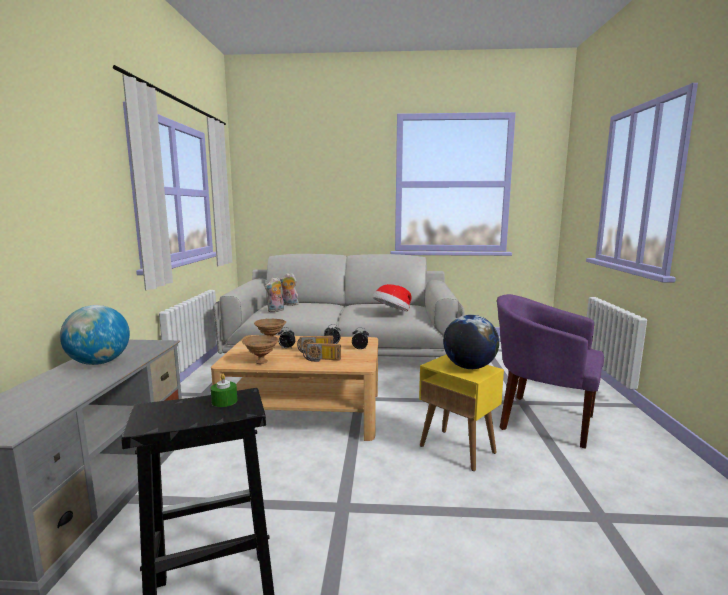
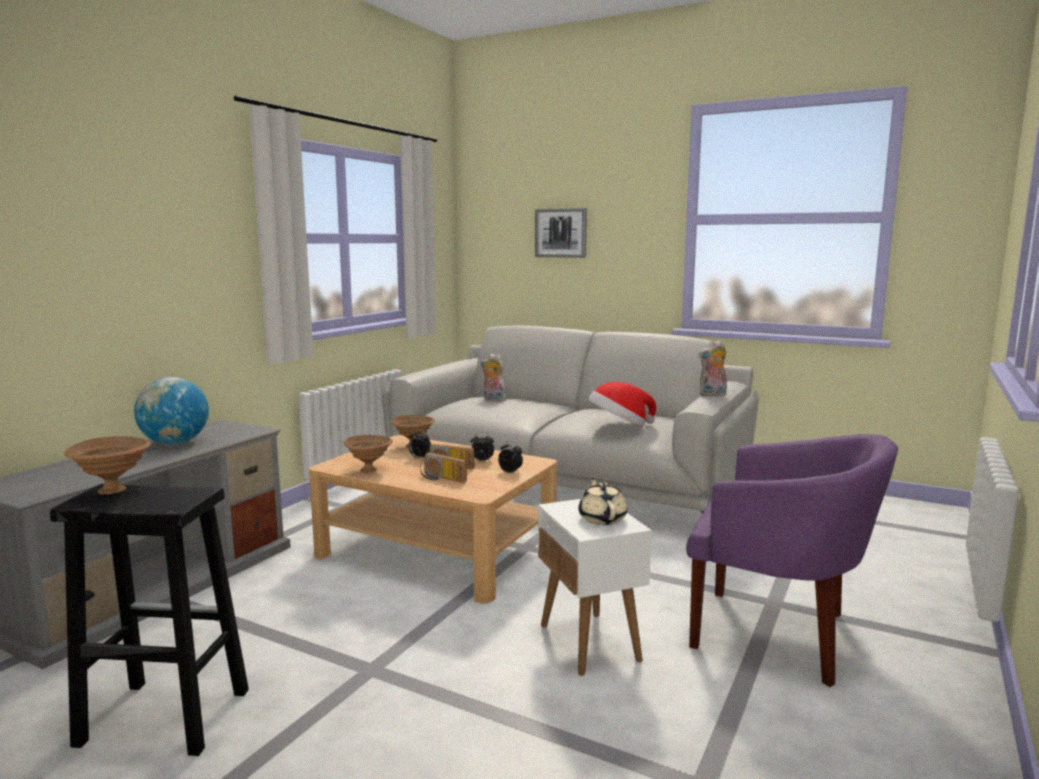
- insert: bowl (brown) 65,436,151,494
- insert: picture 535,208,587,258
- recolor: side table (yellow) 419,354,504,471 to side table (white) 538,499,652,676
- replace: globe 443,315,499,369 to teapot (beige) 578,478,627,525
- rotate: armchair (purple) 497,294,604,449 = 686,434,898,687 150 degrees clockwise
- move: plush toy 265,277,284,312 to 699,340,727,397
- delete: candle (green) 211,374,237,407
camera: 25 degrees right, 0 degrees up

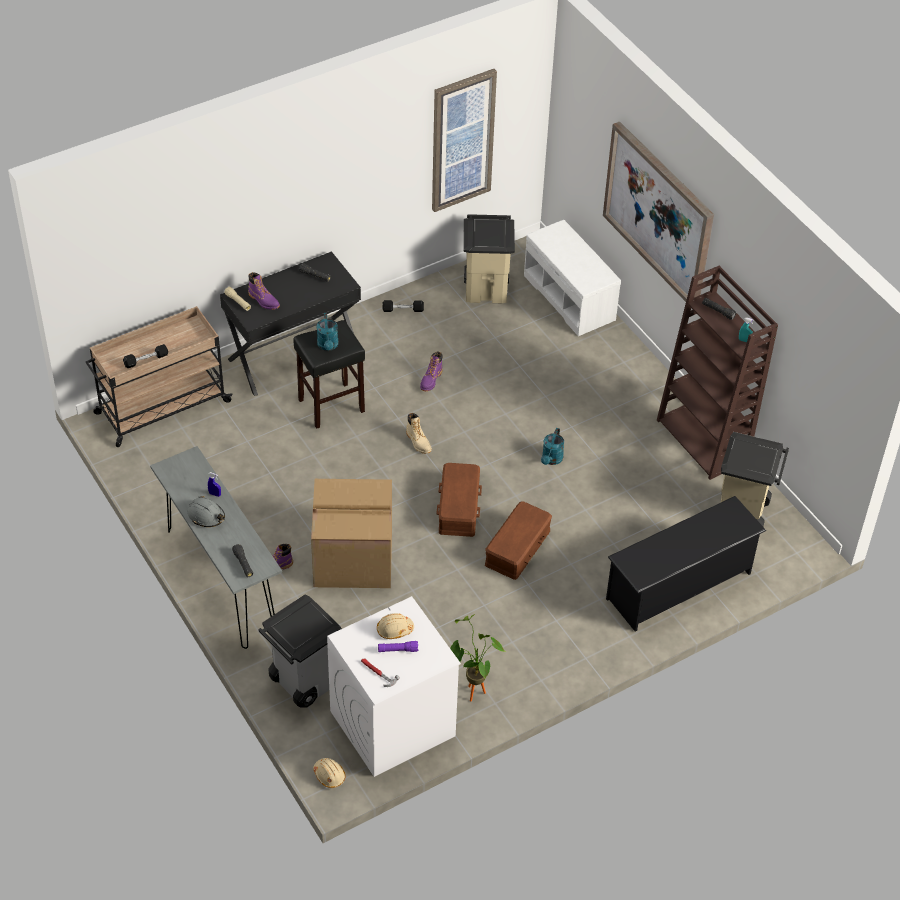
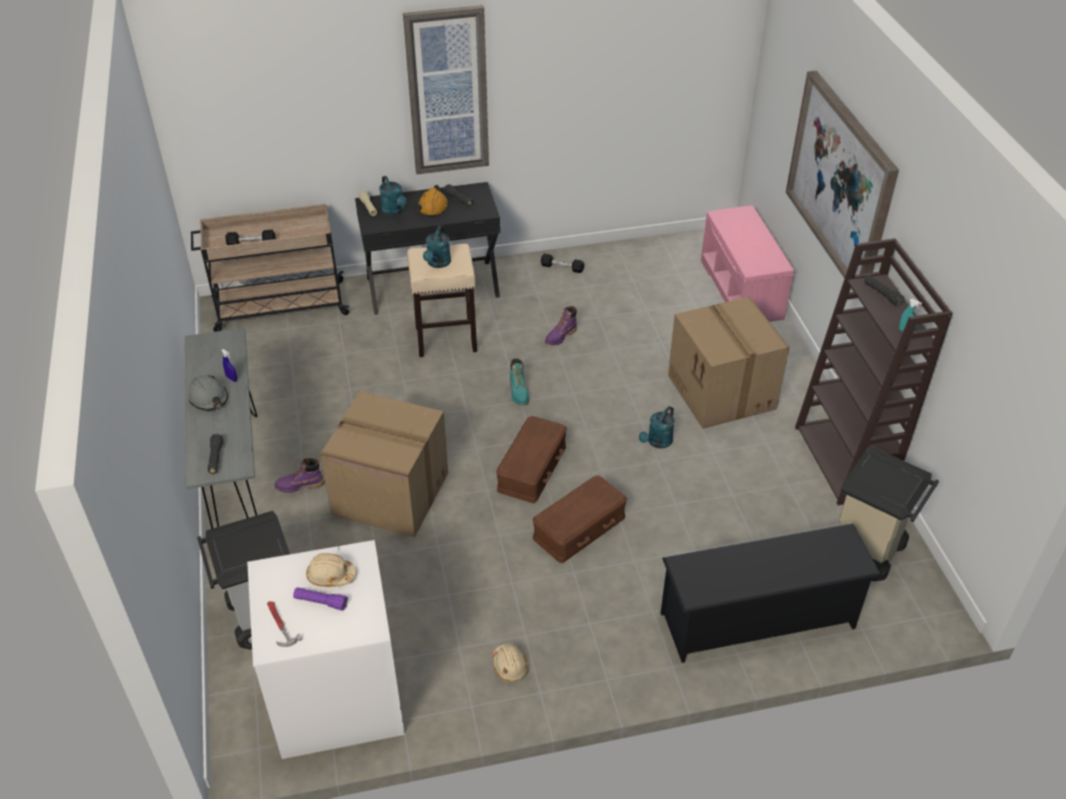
- replace: boot (purple) 248,272,280,310 to watering can (turquoise) 379,176,407,215
- move: picture 432,69,497,212 to 403,5,489,174
- recolor: stool (black) 293,320,365,429 to stool (beige) 407,244,477,357
- insert: hard hat (orange) 417,185,449,217
- move: hard hat (beige) 313,758,345,788 to 493,644,528,682
- recolor: boot (beige) 406,413,432,454 to boot (turquoise) 510,358,529,406
- insert: cardboard box 668,297,790,429
- recolor: bench (white) 524,220,621,336 to bench (pink) 701,206,794,322
- delete: potted plant 450,614,505,701
- delete: trash can (beige) 463,214,515,303
camera: 20 degrees right, 5 degrees down

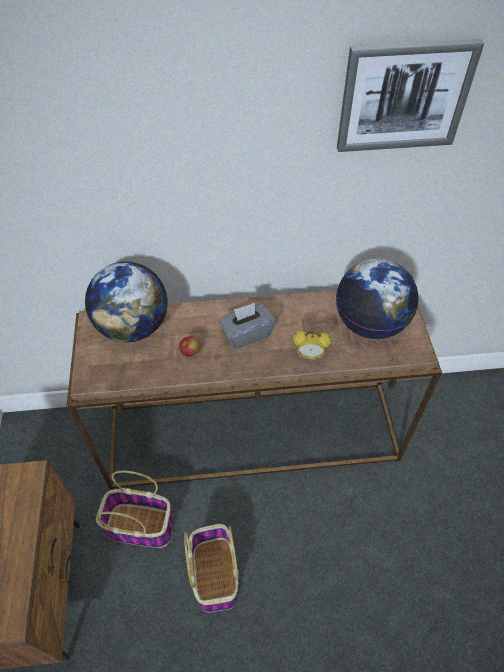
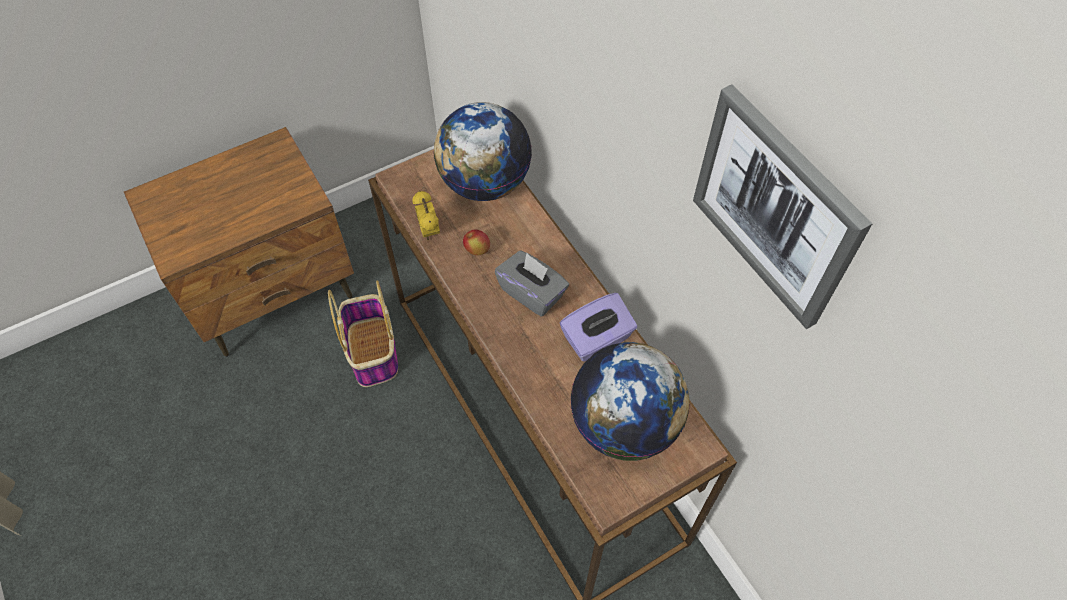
- move: alarm clock 293,331,332,359 to 412,190,440,240
- insert: tissue box (purple) 560,293,637,362
- delete: basket 184,524,239,612
camera: 65 degrees right, 5 degrees up

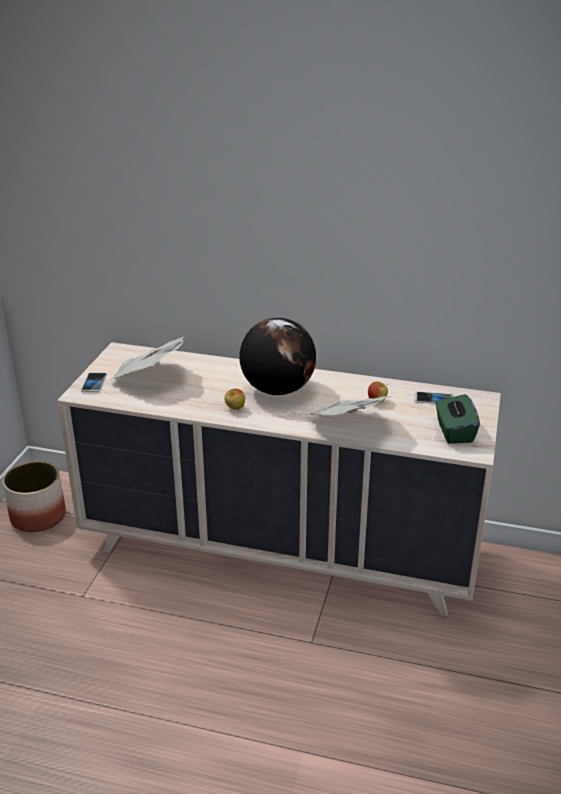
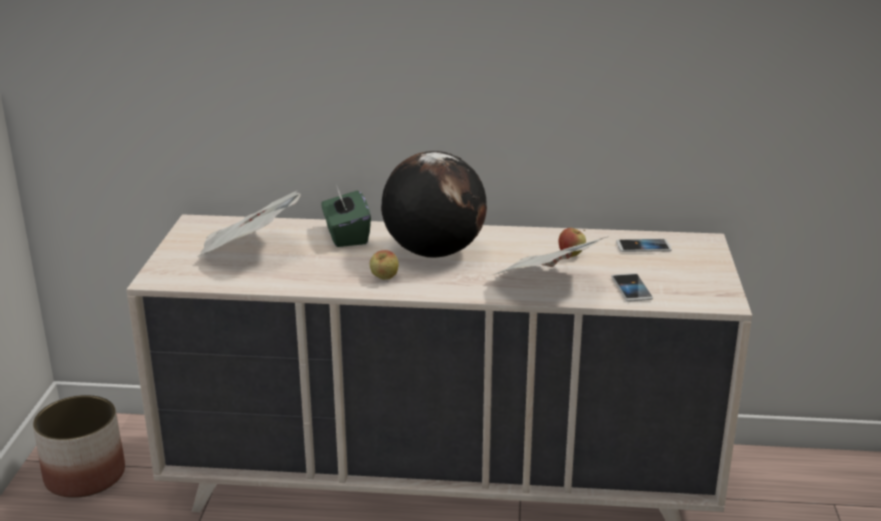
- move: tissue box (green) 435,391,480,443 to 322,184,371,247
- move: phone 81,372,107,392 to 611,273,653,301
camera: 10 degrees left, 5 degrees down

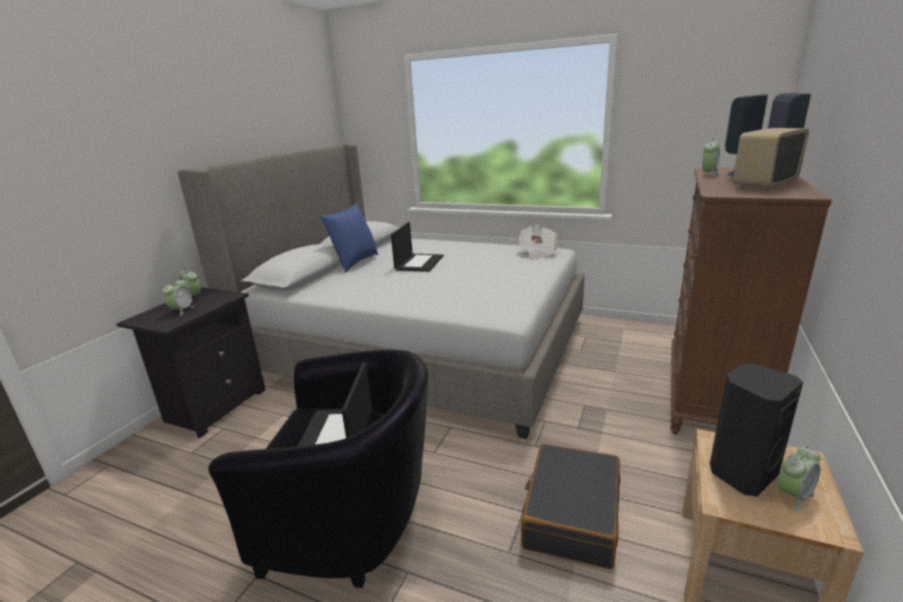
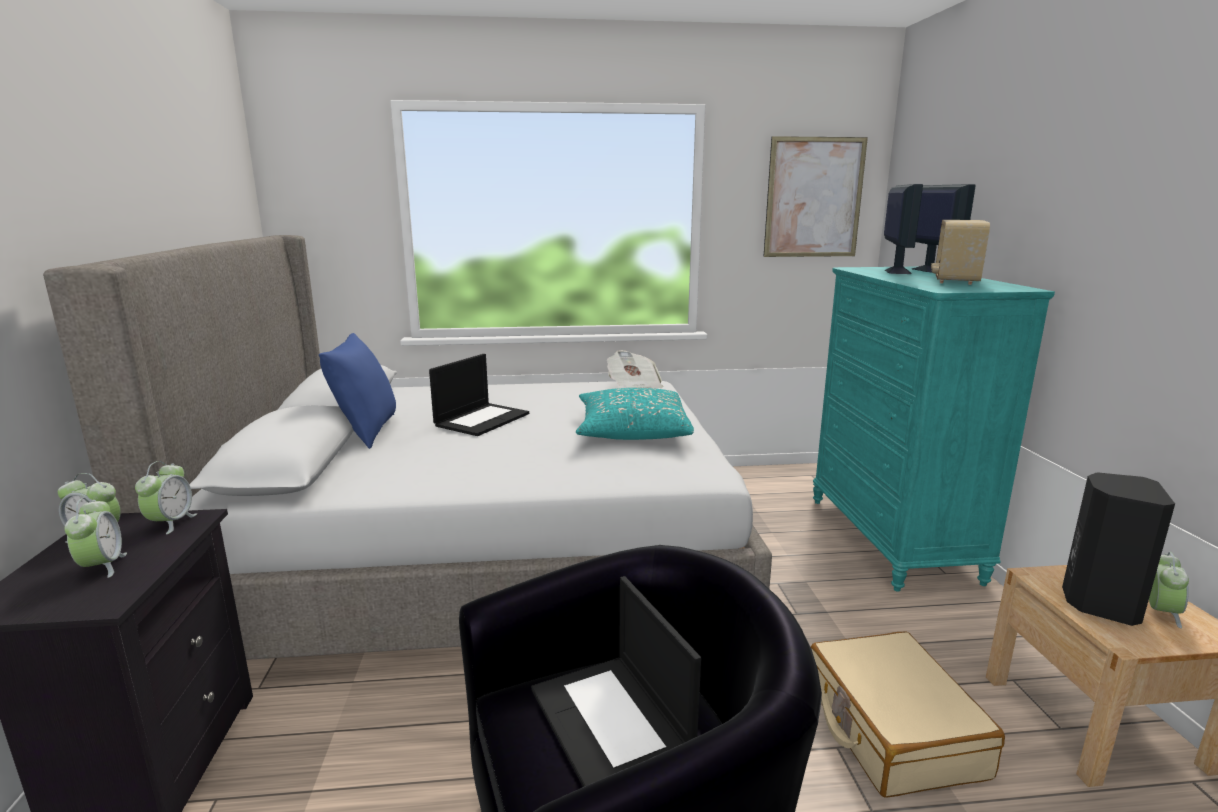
- move: alarm clock 702,137,720,177 to 135,461,197,534
- rotate: laptop 391,222,444,272 = 429,354,529,436 45 degrees clockwise
- insert: pillow (turquoise) 576,388,694,440
- insert: picture 763,136,868,257
- recolor: suitcase (black) 521,444,620,569 to suitcase (beige) 811,631,1005,798
- recolor: dresser (brown) 670,168,832,434 to dresser (turquoise) 813,267,1055,592
camera: 30 degrees left, 5 degrees down

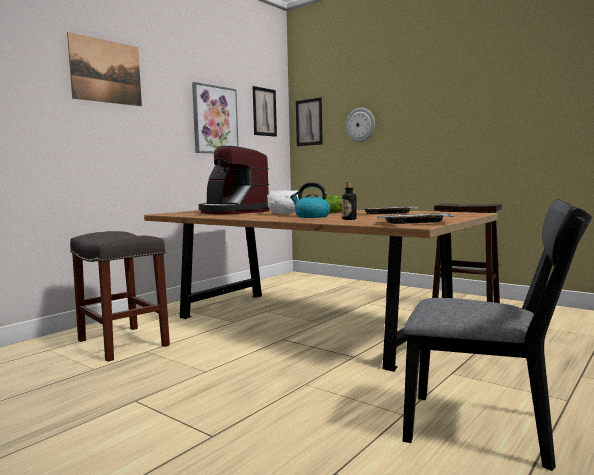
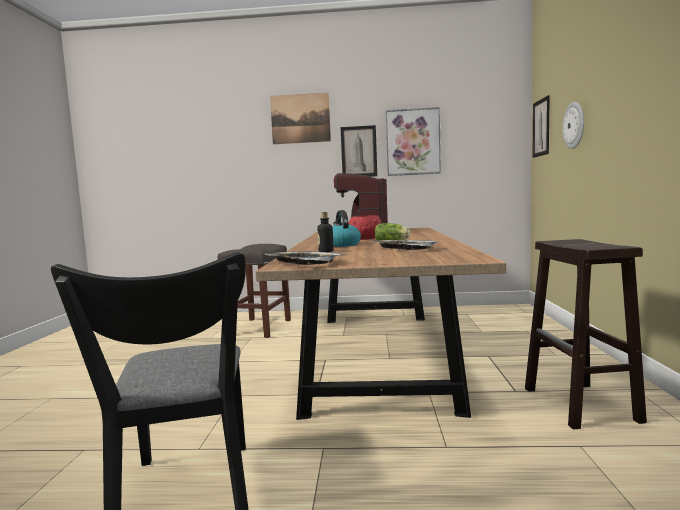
- move: picture 253,86,277,137 to 341,125,377,177
- recolor: bowl (white) 267,190,299,214 to bowl (red) 348,215,382,240
camera: 55 degrees right, 0 degrees up

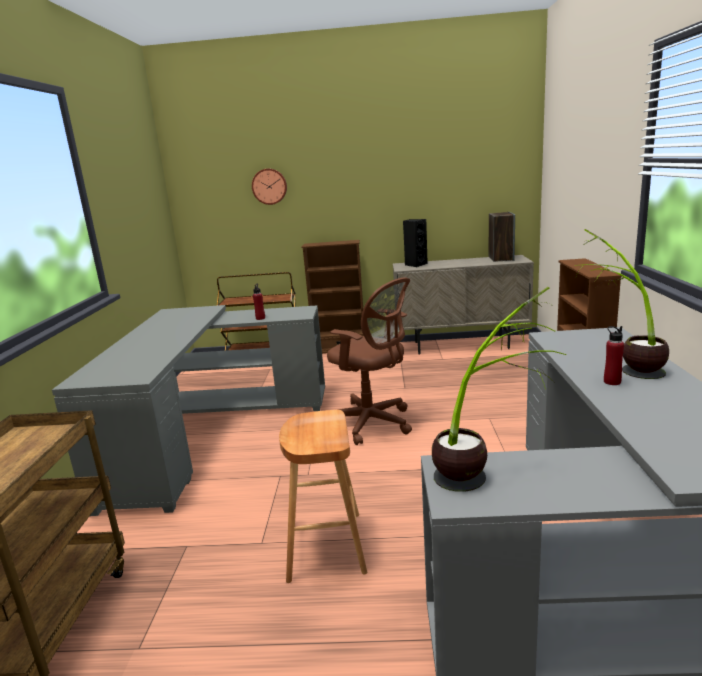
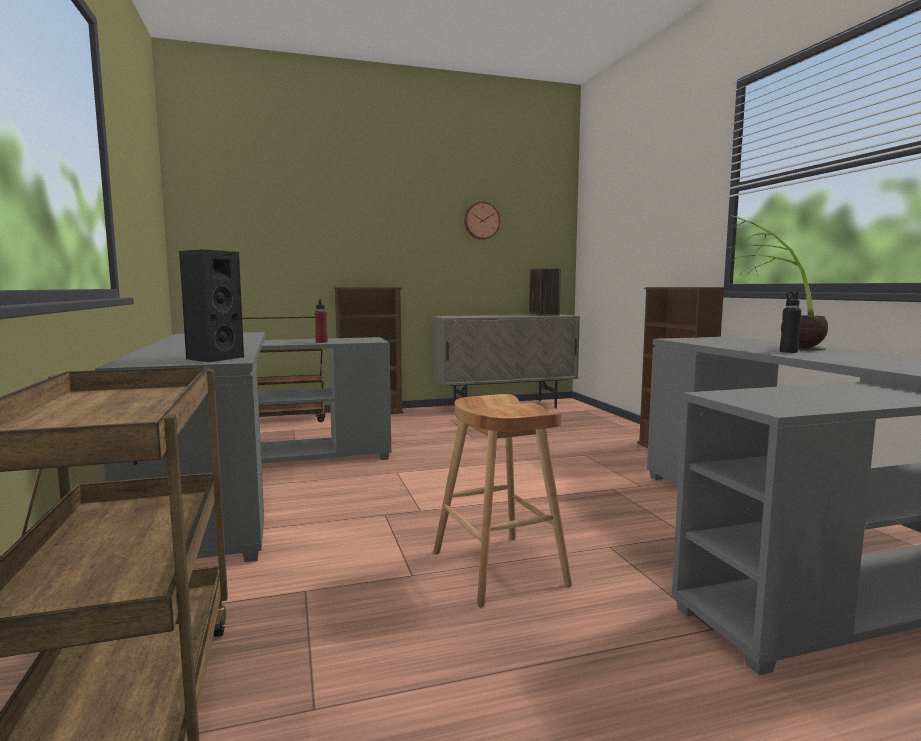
- move: speaker (black) 403,219,428,267 to 179,249,244,363
- move: wall clock 252,169,287,205 to 464,201,500,240
- recolor: bottle (red) 604,326,624,385 to bottle (black) 780,292,801,353
- delete: office chair (brown) 327,277,412,445
- delete: potted plant 432,287,567,492
camera: 20 degrees left, 10 degrees down

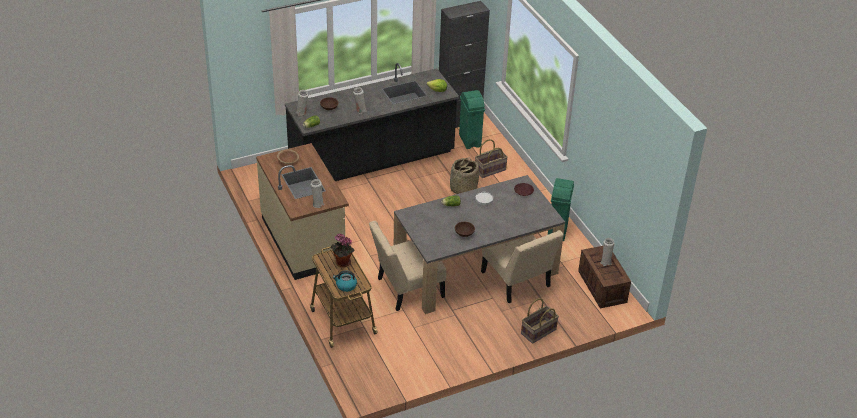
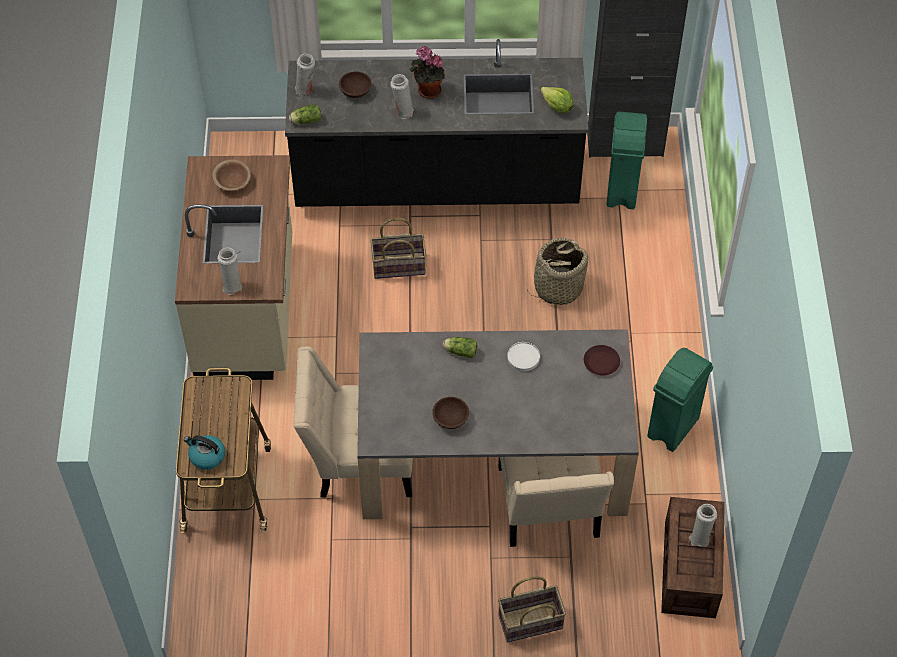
- move: basket 475,139,508,178 to 370,218,426,279
- move: potted plant 331,233,355,267 to 410,46,445,99
camera: 25 degrees right, 15 degrees up

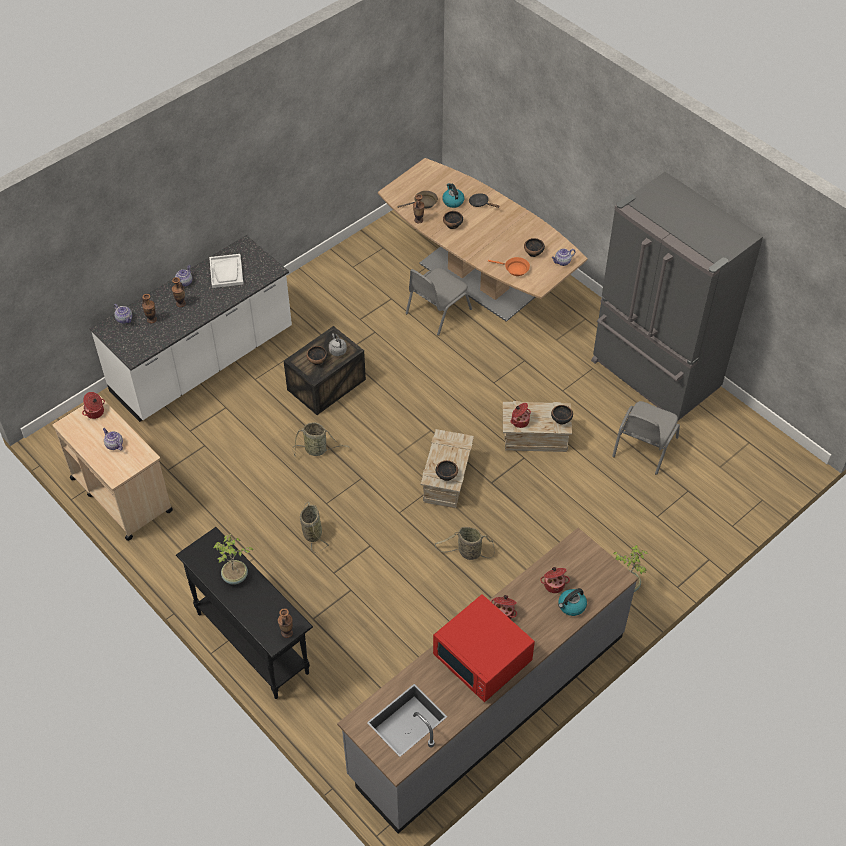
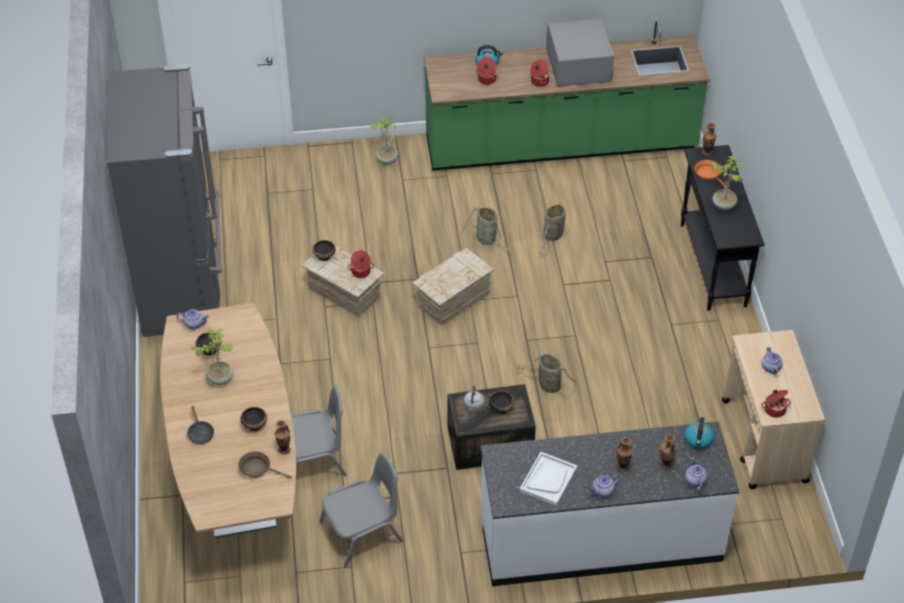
- insert: potted plant 191,328,233,385
- move: chair (grey) 612,401,680,475 to 319,452,403,567
- recolor: counter (grey) 337,528,638,833 to counter (green) 424,20,710,171
- move: basket 300,502,330,553 to 540,201,566,255
- recolor: microwave (red) 433,594,535,702 to microwave (grey) 546,18,614,87
- move: kettle 442,183,464,208 to 685,417,714,449
- move: frying pan (orange) 488,257,530,276 to 694,160,729,190
- delete: bowl 436,460,458,481
camera: 145 degrees left, 5 degrees down

